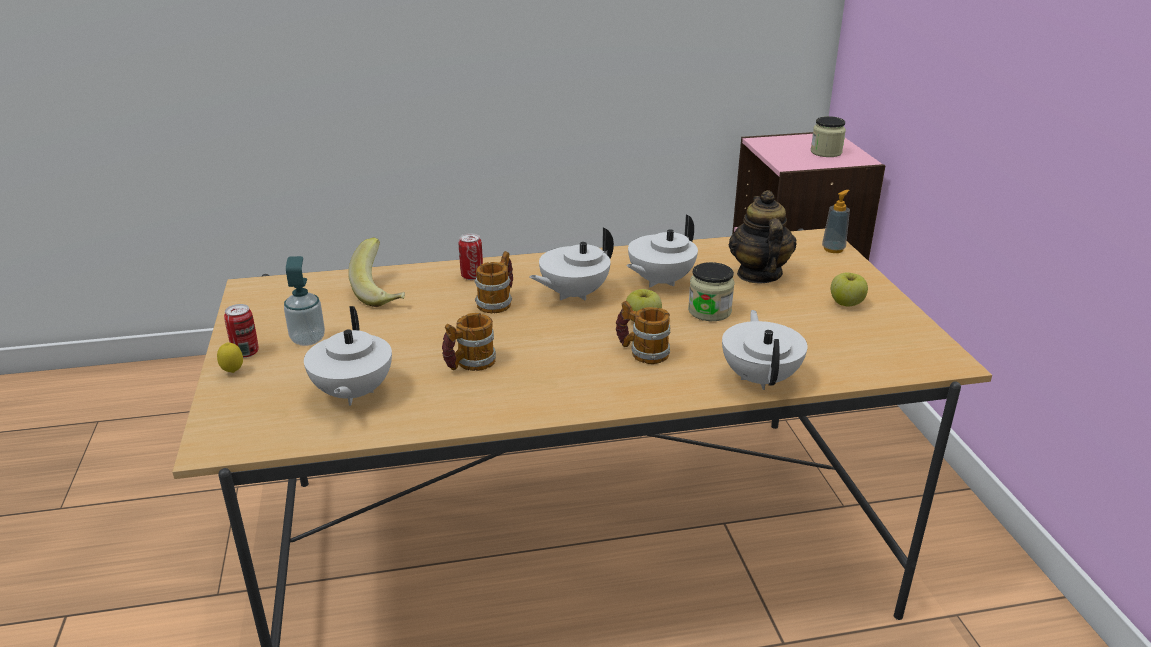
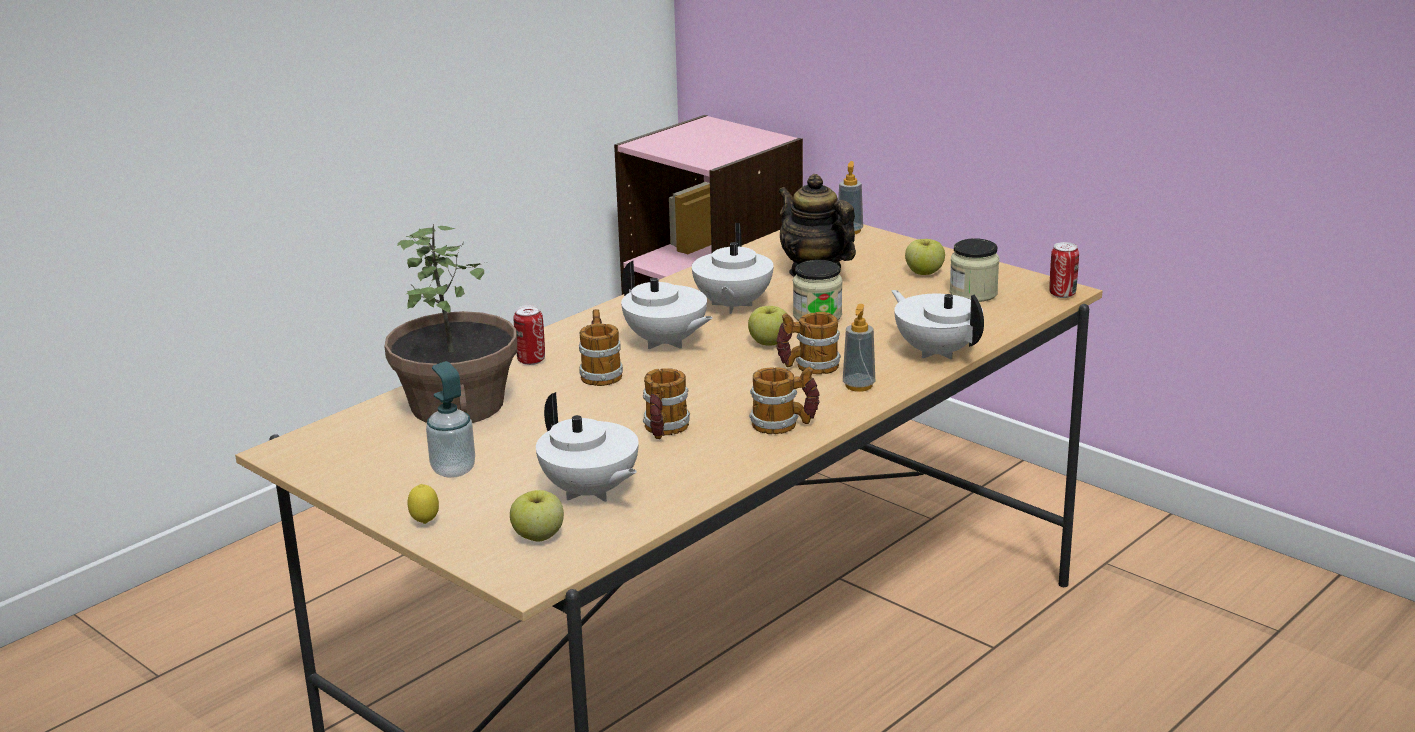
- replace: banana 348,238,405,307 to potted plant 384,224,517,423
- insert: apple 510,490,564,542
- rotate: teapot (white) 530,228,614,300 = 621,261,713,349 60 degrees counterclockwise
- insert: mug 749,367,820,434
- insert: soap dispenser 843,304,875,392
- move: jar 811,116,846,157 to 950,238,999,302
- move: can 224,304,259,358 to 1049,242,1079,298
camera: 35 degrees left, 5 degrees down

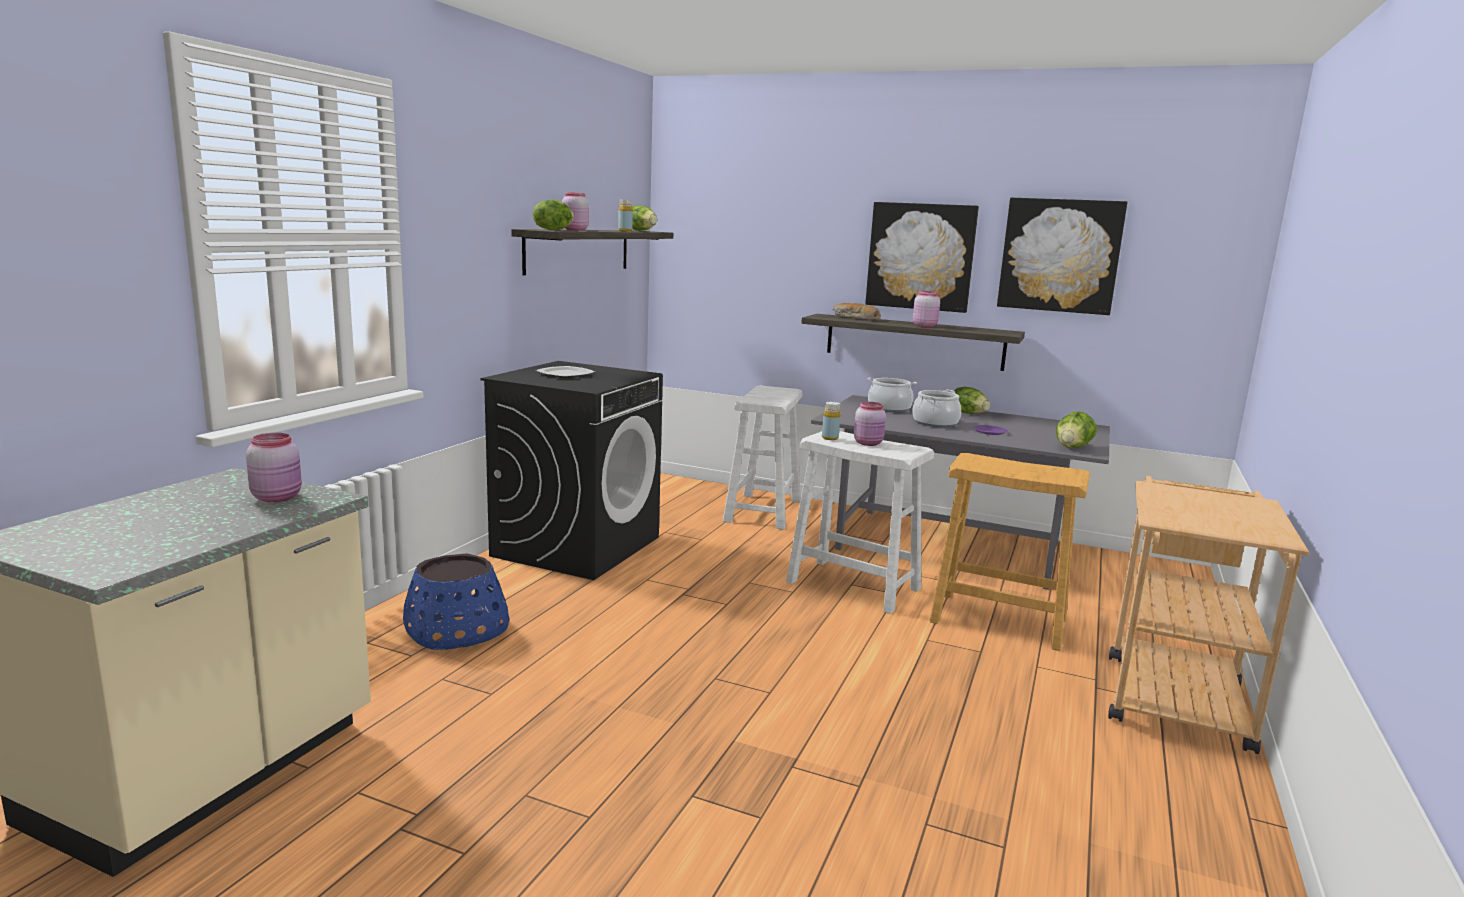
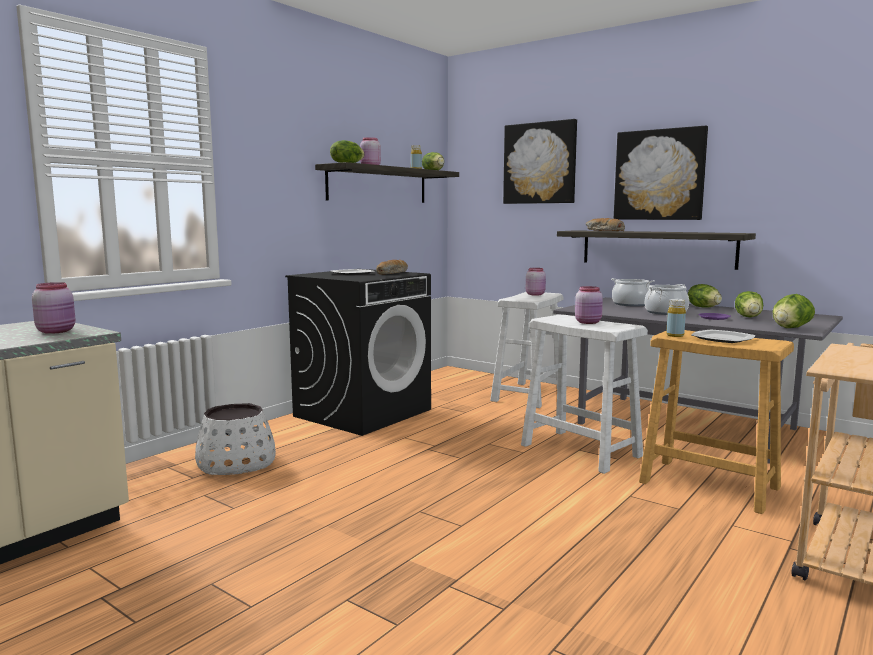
- recolor: planter (blue) 403,553,509,650 to planter (white) 195,403,276,475
- insert: bread 376,260,408,274
- move: picture 997,198,1127,315 to 503,119,577,204
- move: jar (pink) 913,291,940,327 to 526,268,546,295
- move: bottle (yellow) 822,402,840,440 to 666,299,686,337
- insert: plate 691,330,755,343
- insert: lettuce 735,291,763,317
camera: 15 degrees right, 5 degrees down

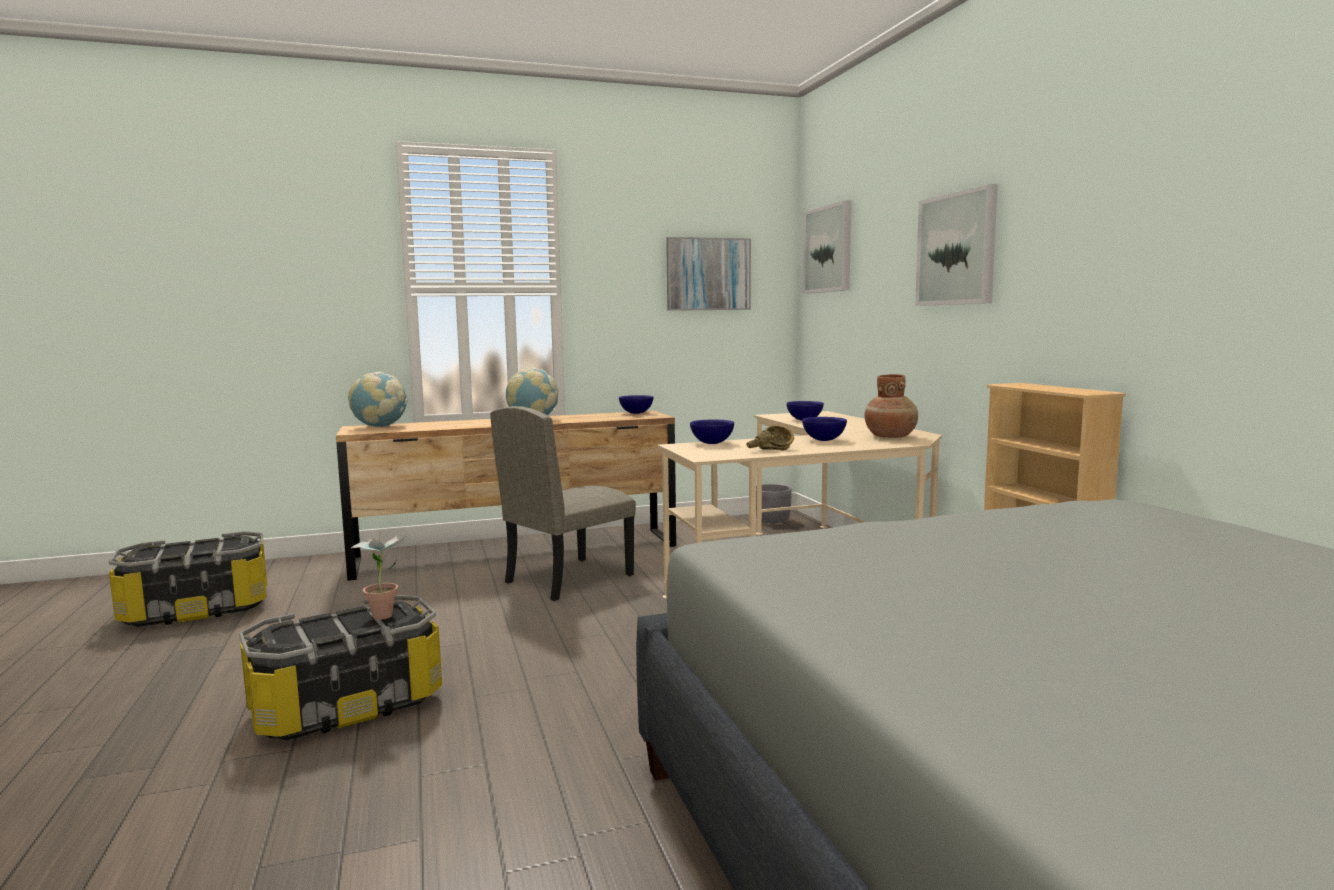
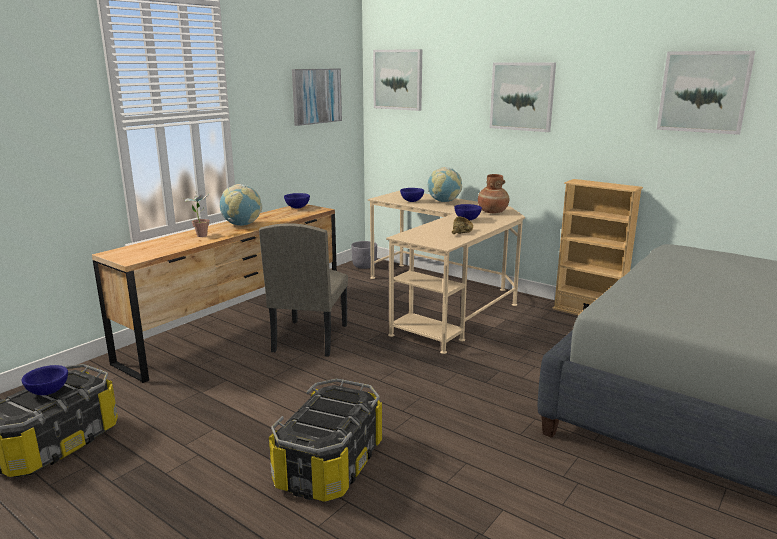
- move: bowl (blue) 690,420,734,444 to 21,365,68,395
- move: potted plant 350,531,405,620 to 184,192,210,237
- move: globe 348,372,407,427 to 428,167,462,202
- insert: picture 657,51,755,135
camera: 35 degrees left, 10 degrees up

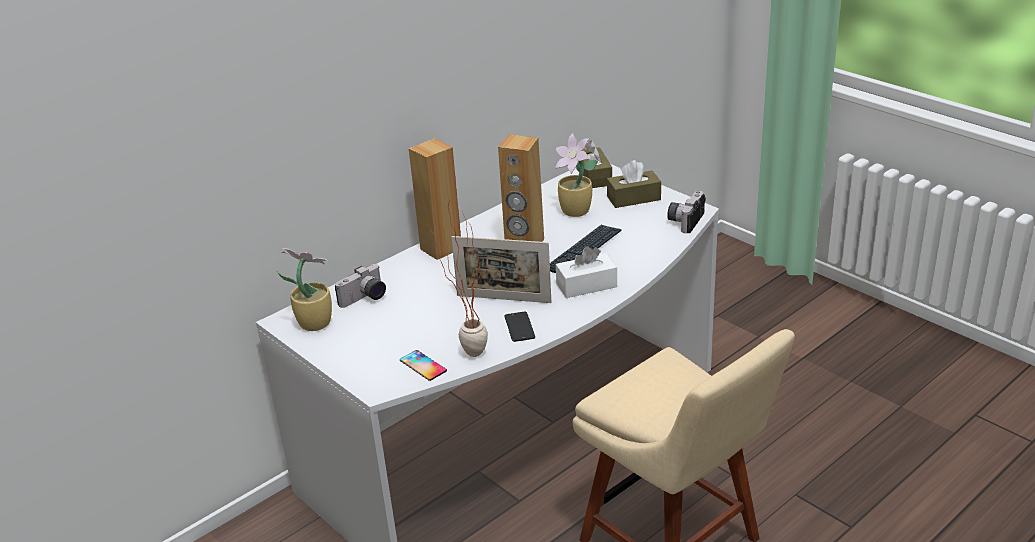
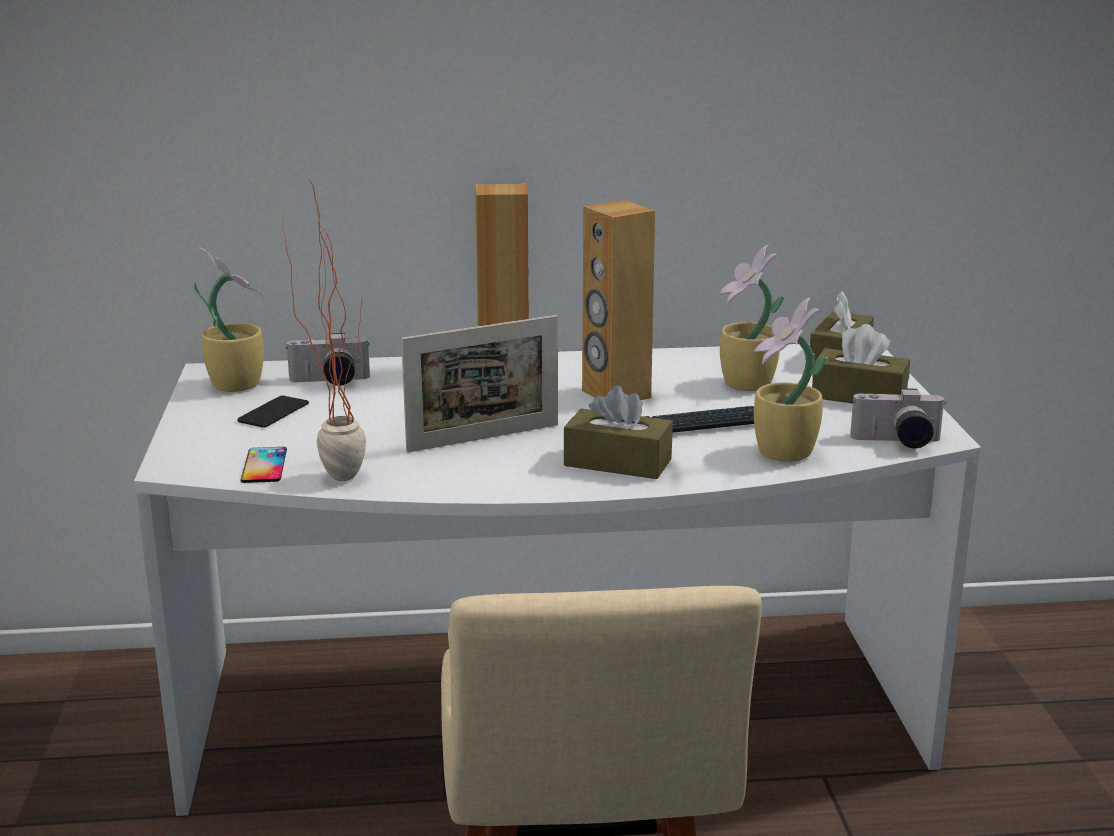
- move: phone 504,312,535,342 to 237,396,309,428
- rotate: picture frame 451,236,551,303 = 401,315,558,453 75 degrees counterclockwise
- recolor: tissue box (white) 556,246,617,298 to tissue box (brown) 564,385,673,479
- insert: potted plant 754,298,828,462
- rotate: photo camera 667,191,706,233 = 850,388,947,449 150 degrees counterclockwise
camera: 35 degrees right, 10 degrees down

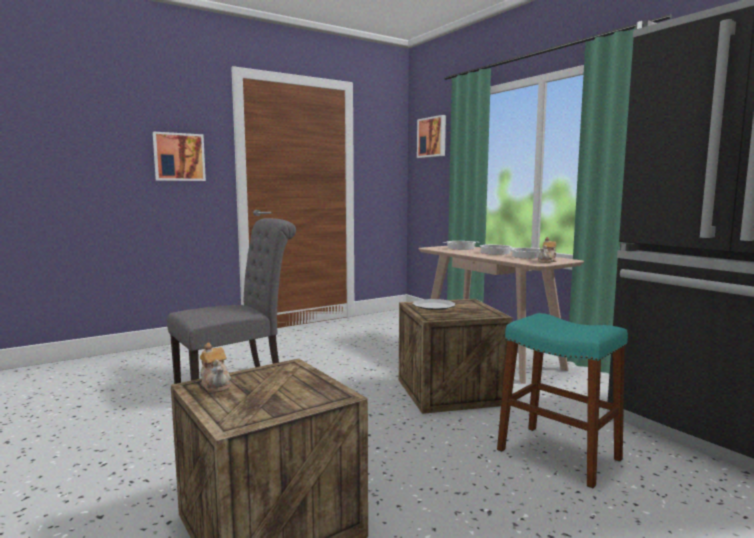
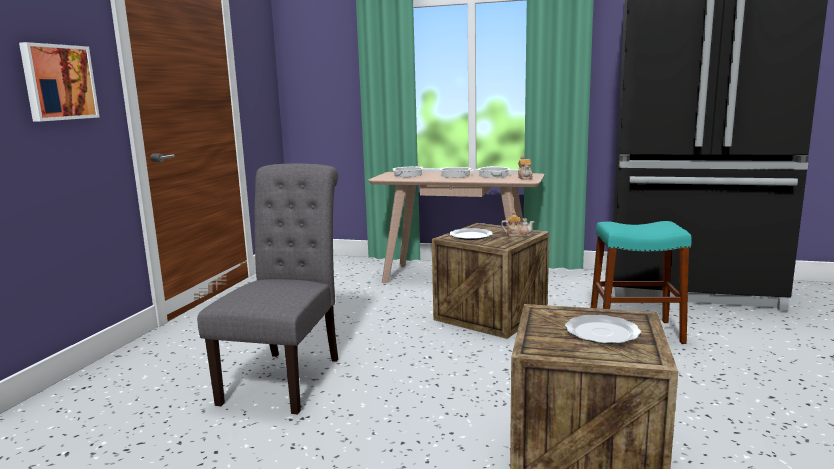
- move: teapot 200,343,231,393 to 501,210,534,237
- insert: plate 565,315,641,344
- delete: picture 417,115,446,158
camera: 40 degrees left, 5 degrees up

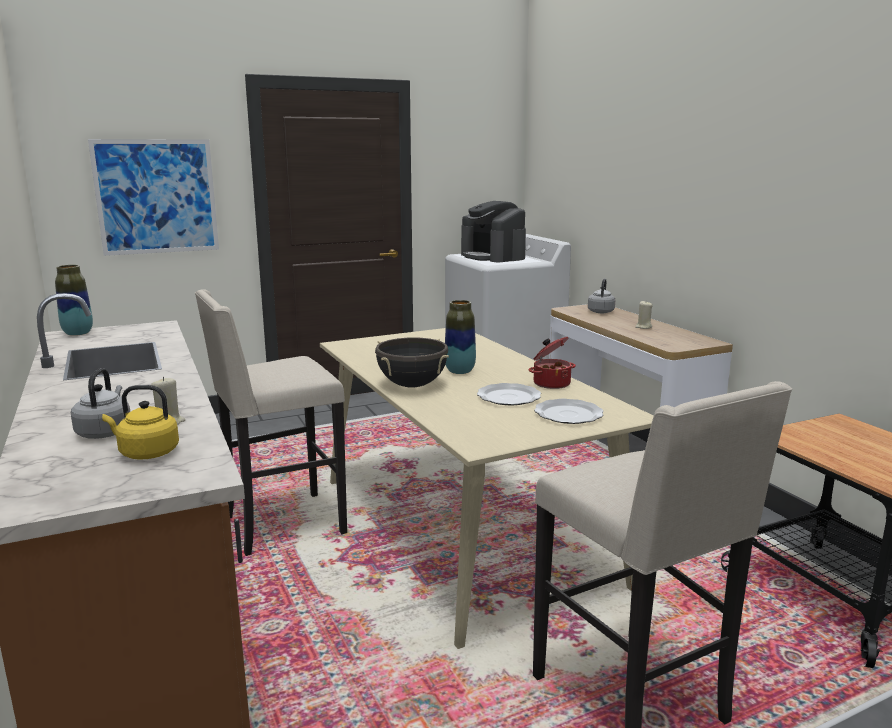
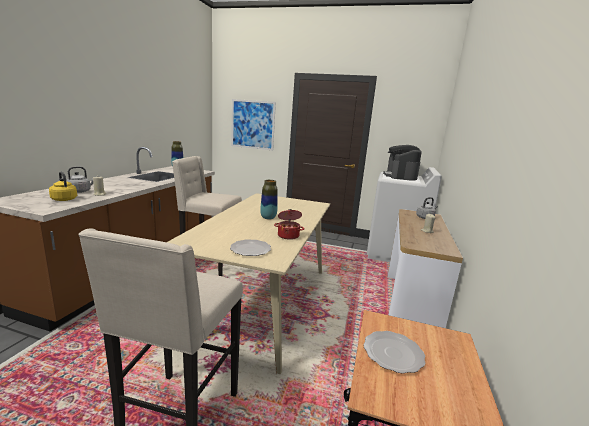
- move: plate 477,383,541,405 to 363,331,425,374
- delete: cooking pot (black) 375,338,449,388
camera: 40 degrees right, 0 degrees up

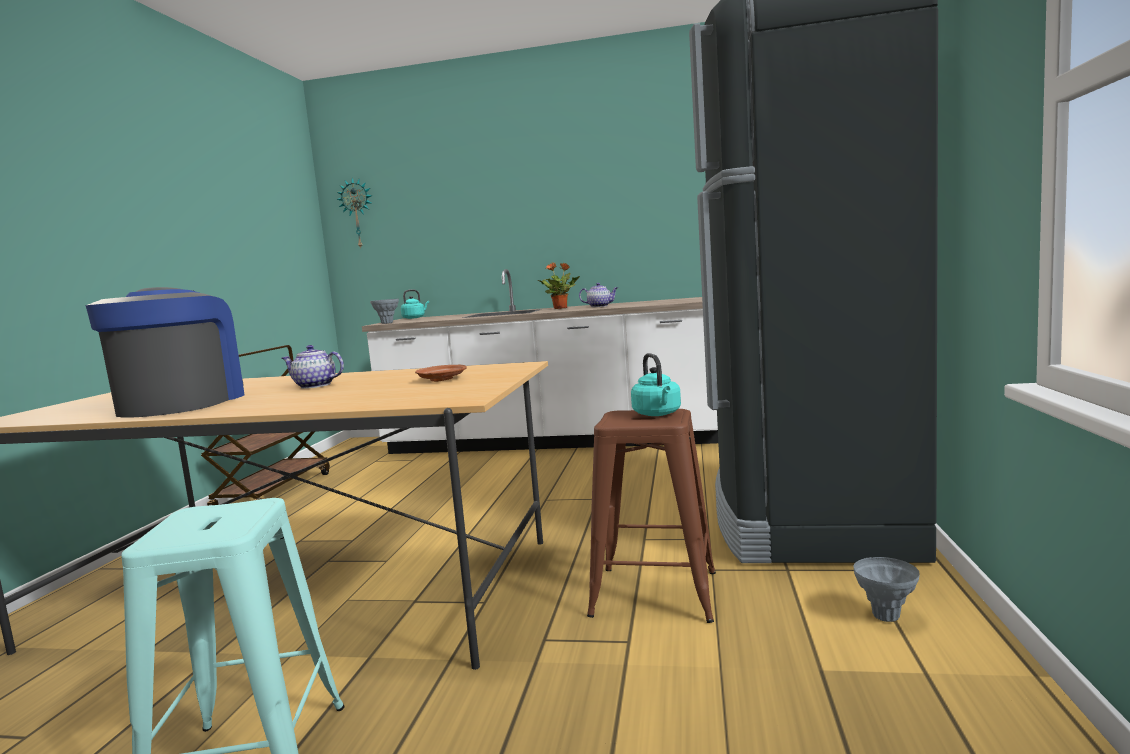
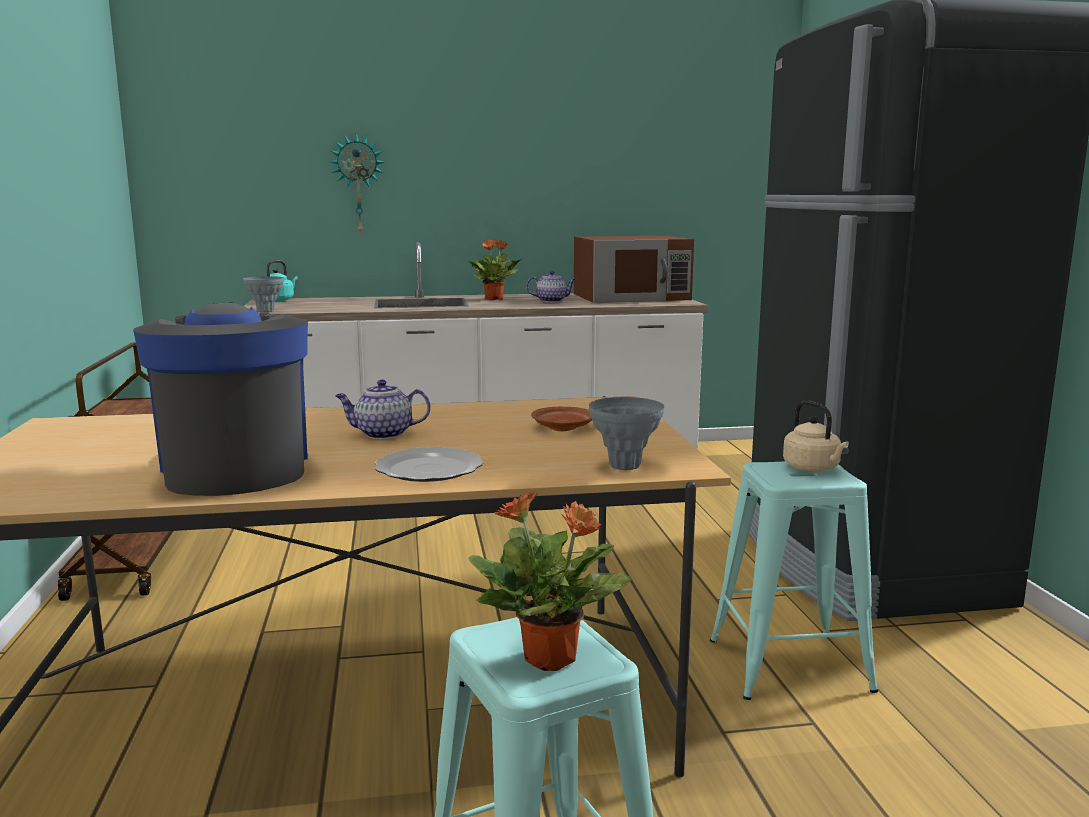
- move: wall clock 336,178,372,249 to 330,133,384,235
- insert: plate 375,447,483,482
- insert: potted plant 468,490,631,671
- insert: microwave (brown) 574,236,694,303
- move: vase (grey) 854,557,919,622 to 589,397,664,470
- recolor: stool (brown) 587,409,716,623 to stool (turquoise) 710,462,878,700
- recolor: kettle (turquoise) 631,353,681,416 to kettle (beige) 783,400,849,472
camera: 20 degrees left, 5 degrees up

